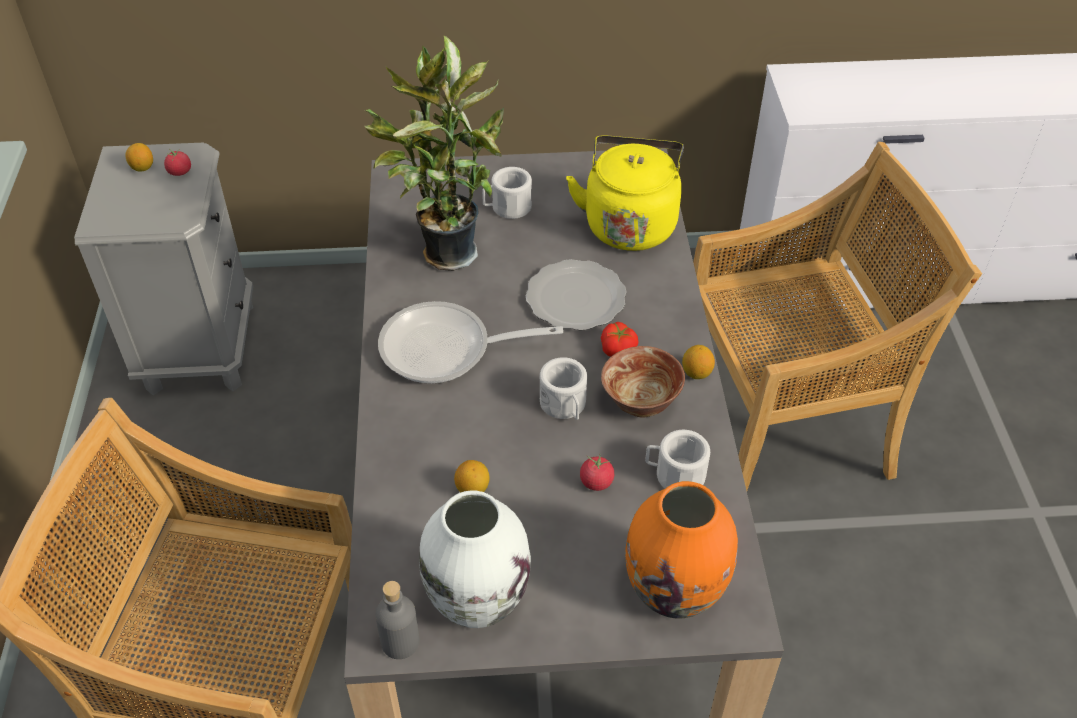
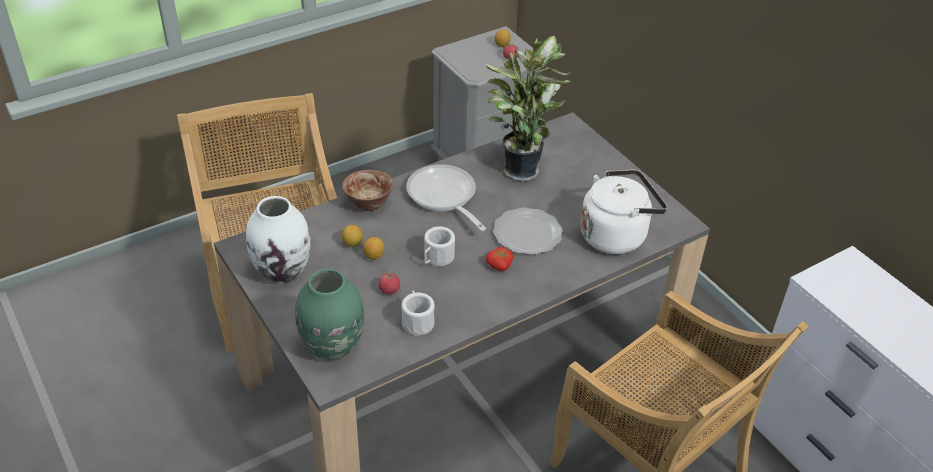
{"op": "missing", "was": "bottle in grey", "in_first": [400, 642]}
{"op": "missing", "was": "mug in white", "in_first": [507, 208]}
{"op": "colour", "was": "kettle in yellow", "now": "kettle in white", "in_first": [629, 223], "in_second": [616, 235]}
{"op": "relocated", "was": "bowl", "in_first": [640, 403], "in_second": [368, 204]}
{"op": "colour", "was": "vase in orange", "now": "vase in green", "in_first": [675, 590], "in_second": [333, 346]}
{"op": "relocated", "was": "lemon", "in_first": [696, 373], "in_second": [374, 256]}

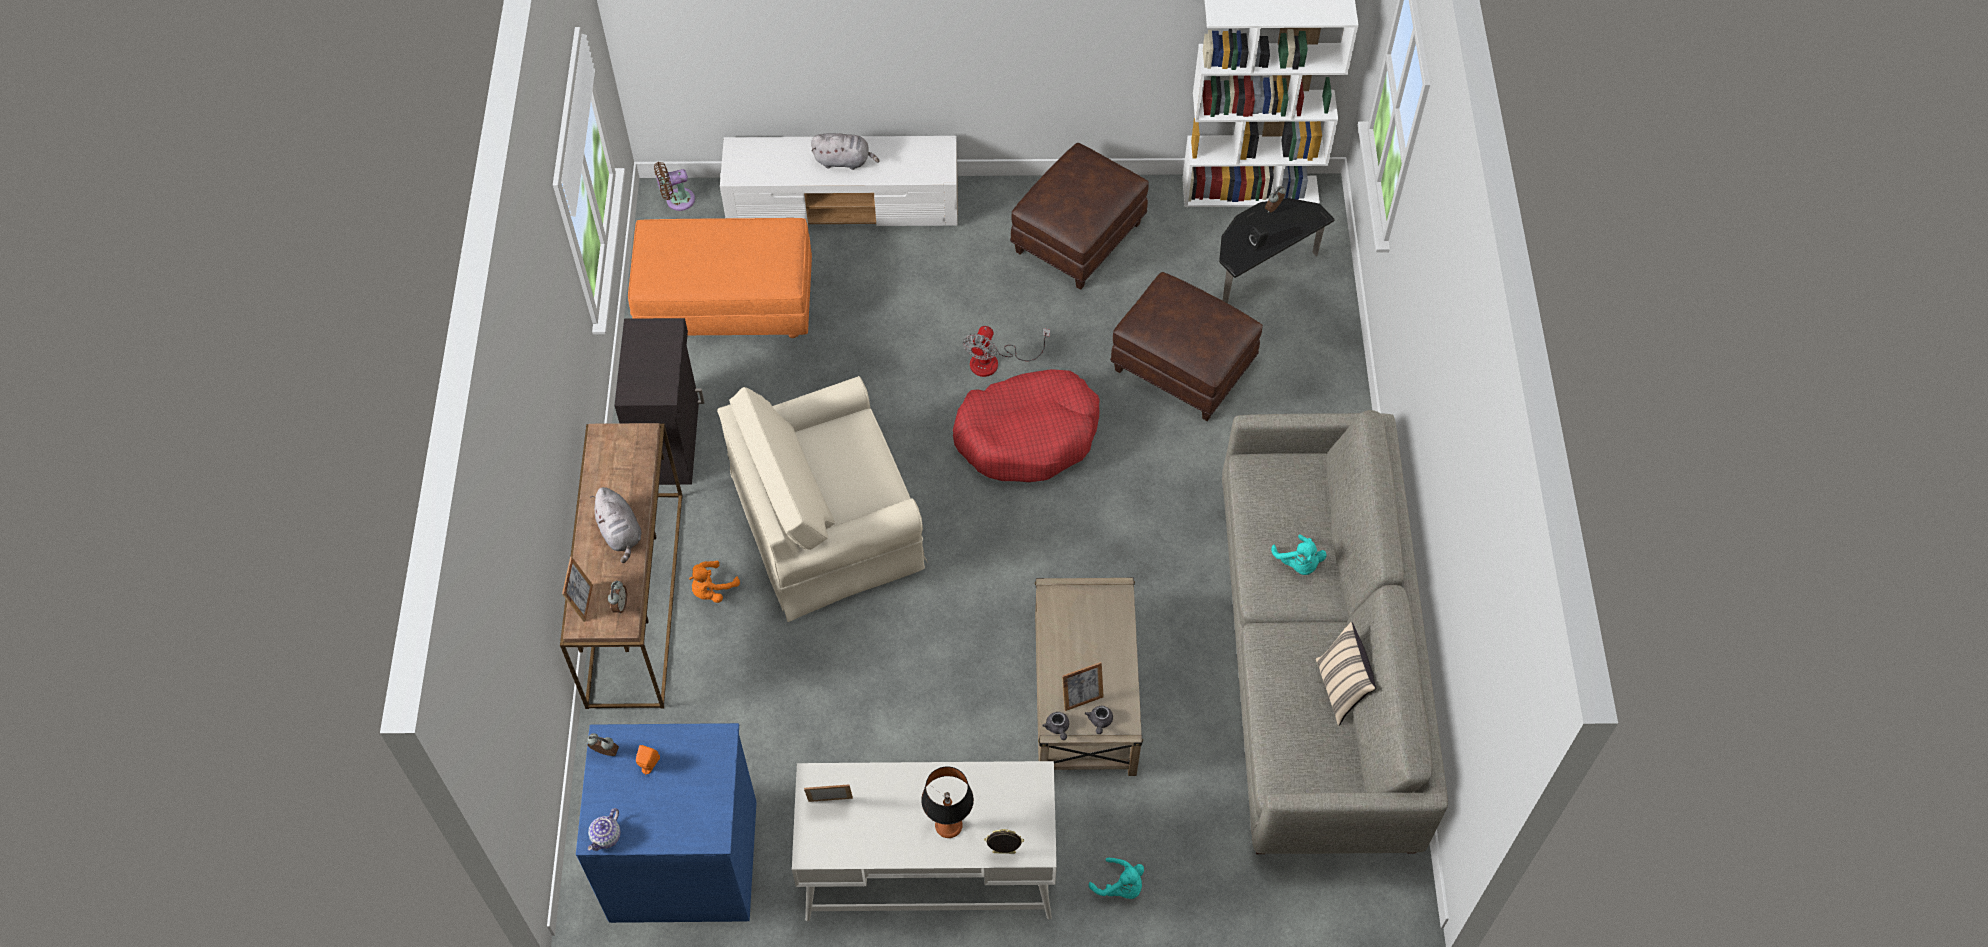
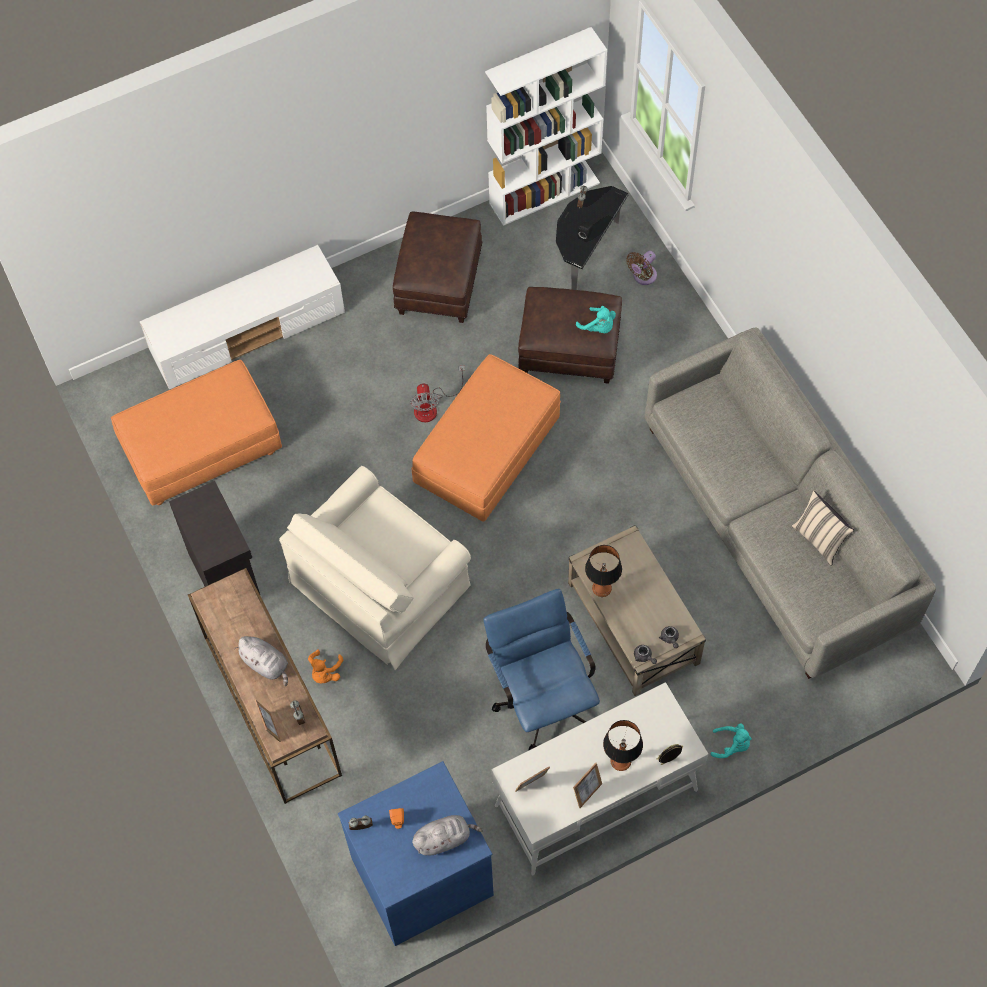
{"op": "missing", "was": "teapot", "in_first": [606, 836]}
{"op": "relocated", "was": "fan in brown", "in_first": [677, 200], "in_second": [643, 277]}
{"op": "relocated", "was": "plush toy in grey", "in_first": [844, 161], "in_second": [444, 839]}
{"op": "exchanged", "was": "dog bed in red", "now": "ottoman in orange", "in_first": [1028, 435], "in_second": [487, 451]}
{"op": "relocated", "was": "picture frame", "in_first": [1081, 699], "in_second": [587, 792]}
{"op": "relocated", "was": "plush toy in turquoise", "in_first": [1298, 564], "in_second": [598, 327]}
{"op": "appeared", "now": "office chair in blue", "in_second": [541, 696]}
{"op": "appeared", "now": "table lamp", "in_second": [601, 588]}

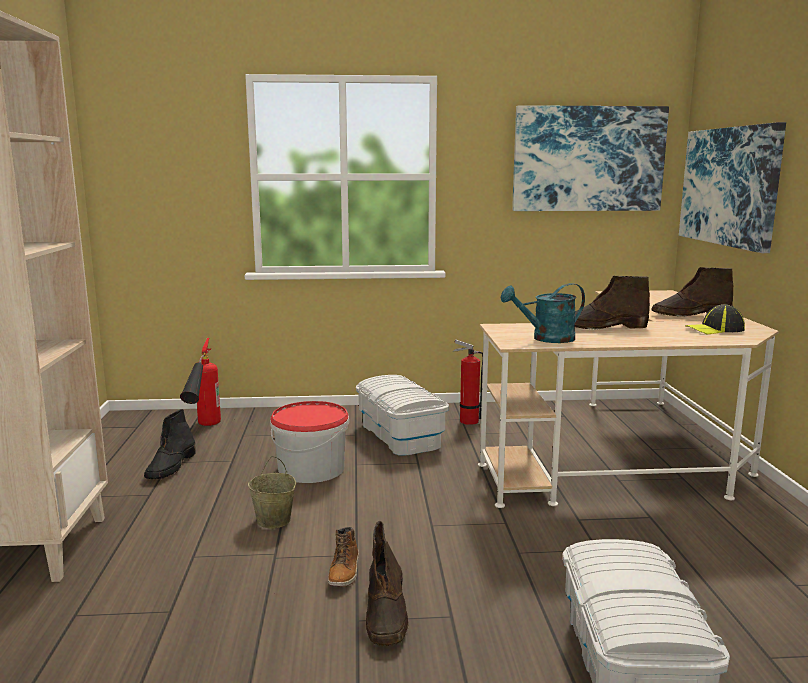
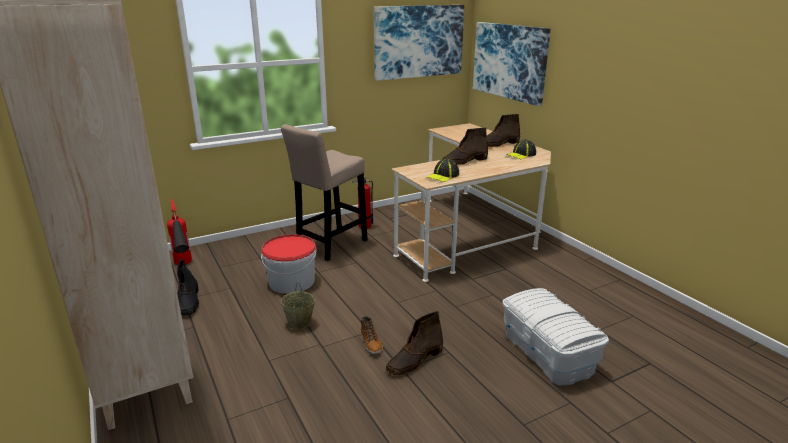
{"op": "exchanged", "was": "storage box in white", "now": "stool in beige", "in_first": [399, 435], "in_second": [329, 245]}
{"op": "spun", "was": "boot in brown", "in_first": [386, 613], "in_second": [414, 361], "clockwise": 75}
{"op": "exchanged", "was": "watering can in turquoise", "now": "cap", "in_first": [546, 339], "in_second": [443, 176]}

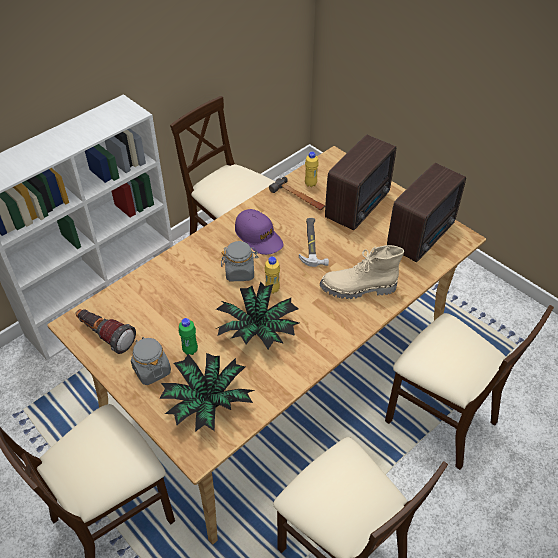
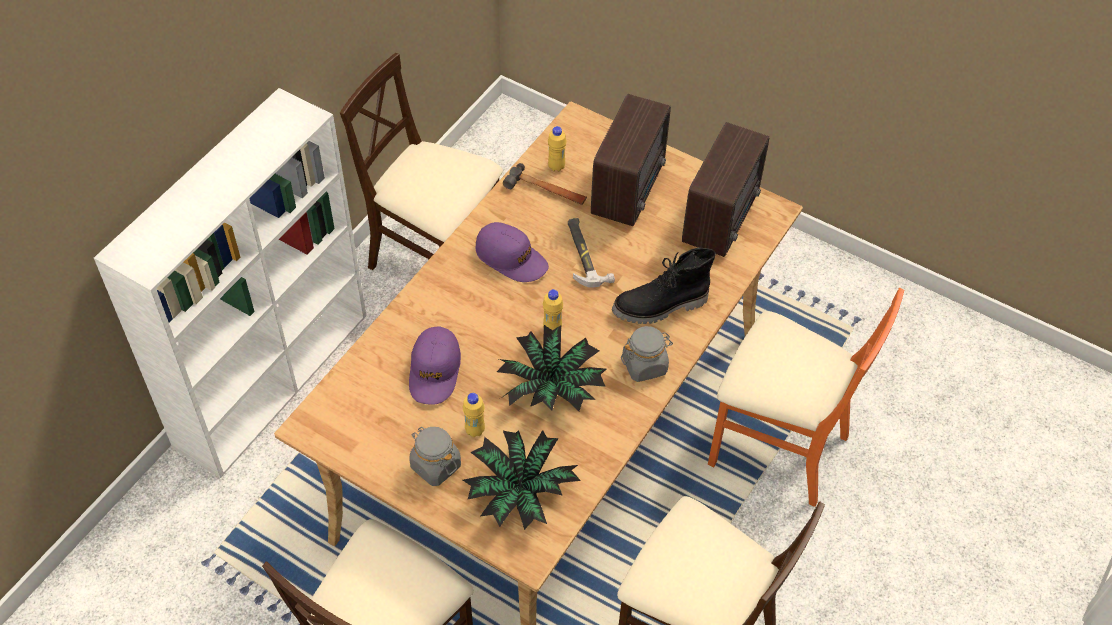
{"op": "missing", "was": "flashlight", "in_first": [105, 336]}
{"op": "colour", "was": "bottle in green", "now": "bottle in yellow", "in_first": [190, 350], "in_second": [475, 430]}
{"op": "relocated", "was": "jar in grey", "in_first": [240, 272], "in_second": [645, 365]}
{"op": "colour", "was": "boot in beige", "now": "boot in black", "in_first": [358, 289], "in_second": [660, 307]}
{"op": "colour", "was": "chair in beige", "now": "chair in orange", "in_first": [440, 418], "in_second": [777, 446]}
{"op": "appeared", "now": "cap in purple", "in_second": [435, 371]}

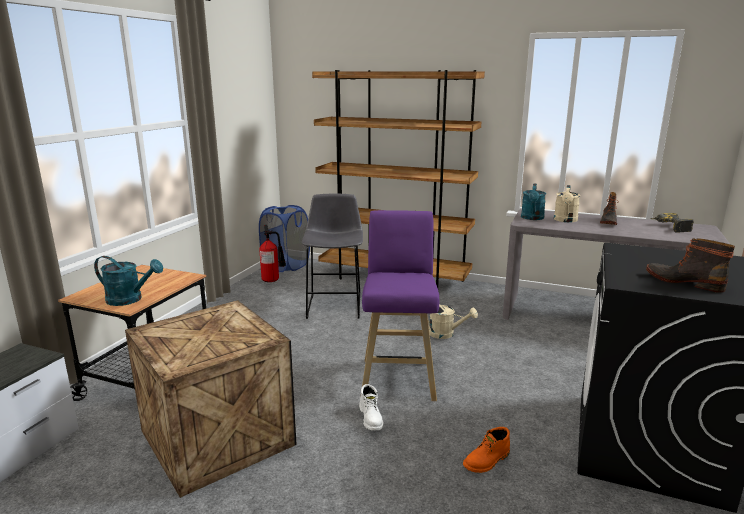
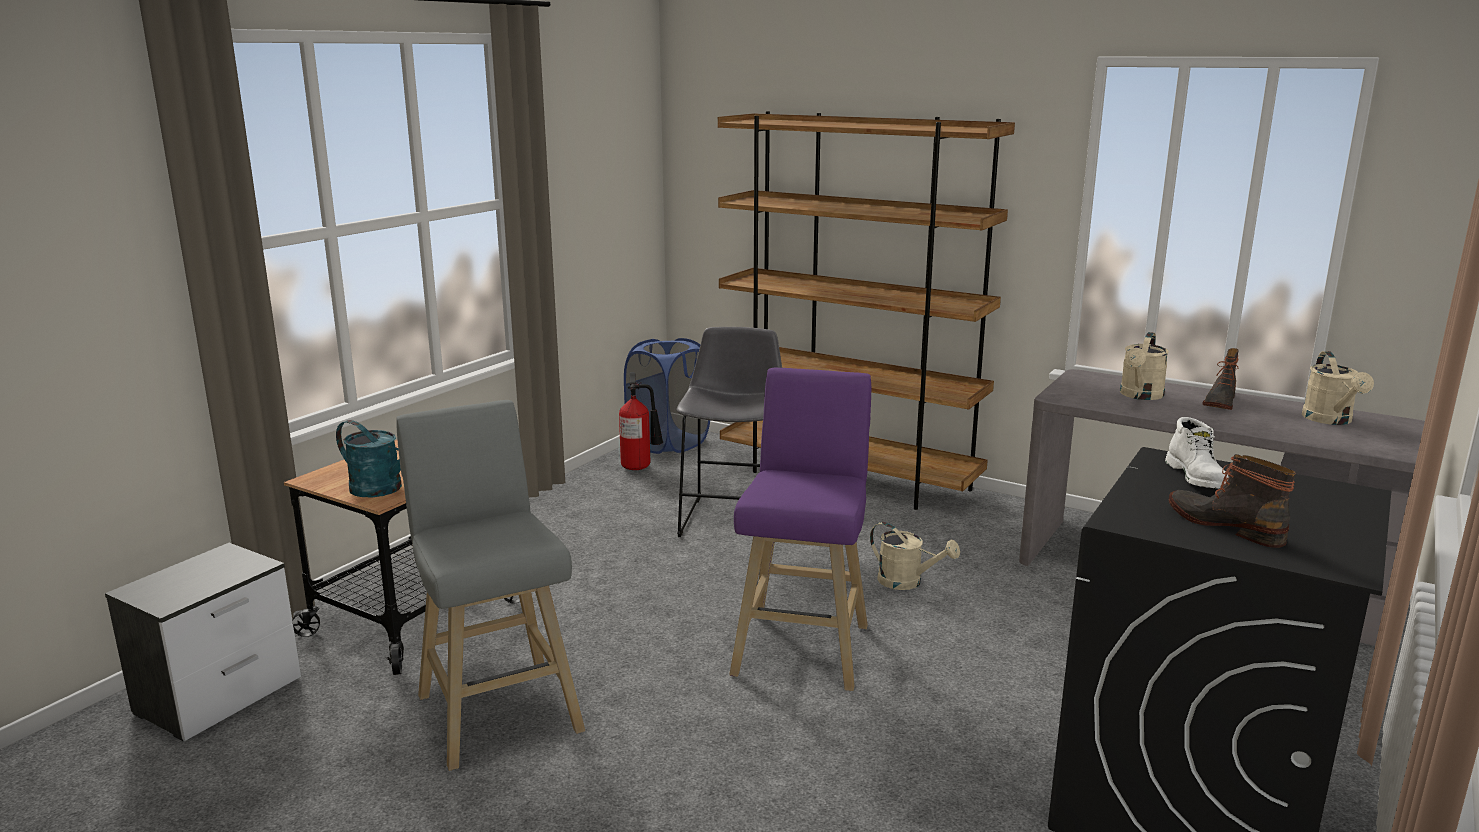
{"op": "exchanged", "was": "crate", "now": "stool in grey", "in_first": [218, 436], "in_second": [498, 709]}
{"op": "relocated", "was": "boot in white", "in_first": [371, 418], "in_second": [1197, 478]}
{"op": "missing", "was": "boot in orange", "in_first": [487, 461]}
{"op": "missing", "was": "watering can in turquoise", "in_first": [532, 218]}
{"op": "exchanged", "was": "power drill", "now": "watering can in beige", "in_first": [669, 227], "in_second": [1331, 420]}

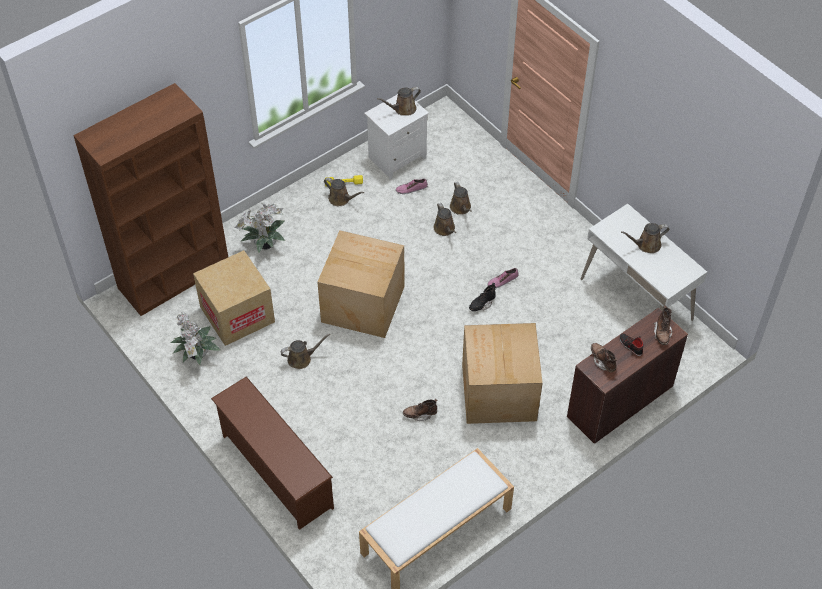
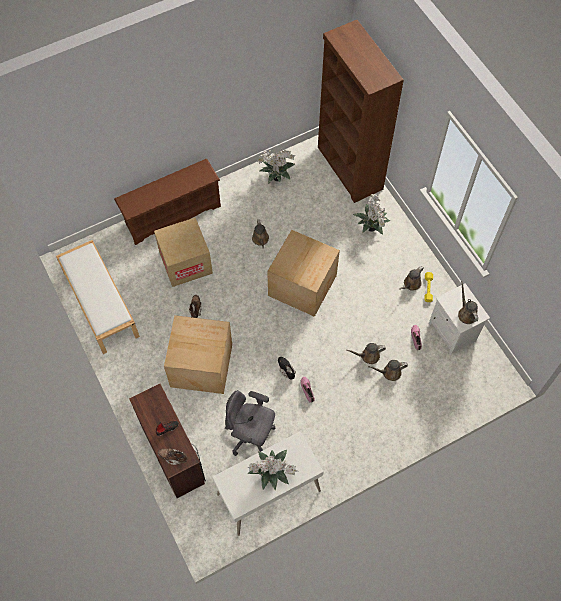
{"op": "relocated", "was": "cardboard box", "in_first": [237, 314], "in_second": [185, 263]}
{"op": "missing", "was": "boot in brown", "in_first": [602, 361]}
{"op": "exchanged", "was": "watering can in brown", "now": "potted plant", "in_first": [646, 245], "in_second": [273, 474]}
{"op": "appeared", "now": "office chair in grey", "in_second": [250, 435]}

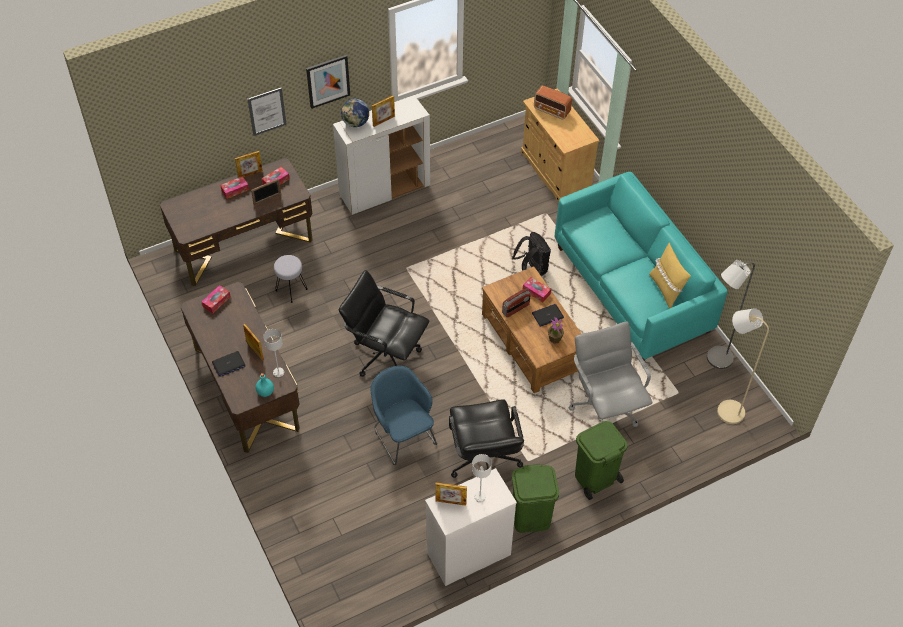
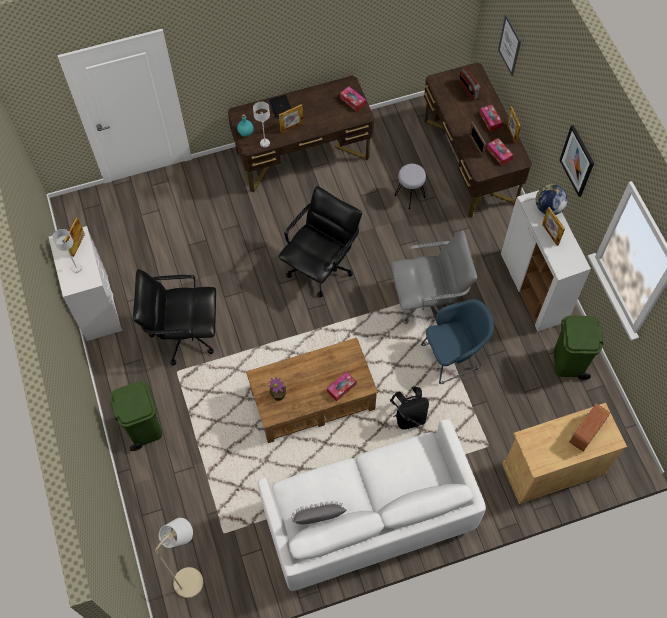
{"op": "relocated", "was": "picture", "in_first": [267, 111], "in_second": [509, 45]}
{"op": "relocated", "was": "armchair in blue", "in_first": [403, 435], "in_second": [453, 356]}
{"op": "relocated", "was": "radio", "in_first": [516, 309], "in_second": [468, 90]}
{"op": "relocated", "was": "trash can in green", "in_first": [531, 517], "in_second": [569, 362]}
{"op": "missing", "was": "laptop", "in_first": [547, 315]}
{"op": "colour", "was": "sofa in turquoise", "now": "sofa in white", "in_first": [632, 289], "in_second": [368, 517]}
{"op": "relocated", "was": "office chair in grey", "in_first": [605, 407], "in_second": [428, 301]}
{"op": "colour", "was": "pillow in yellow", "now": "pillow in grey", "in_first": [666, 289], "in_second": [318, 520]}
{"op": "missing", "was": "floor lamp in grey", "in_first": [715, 359]}

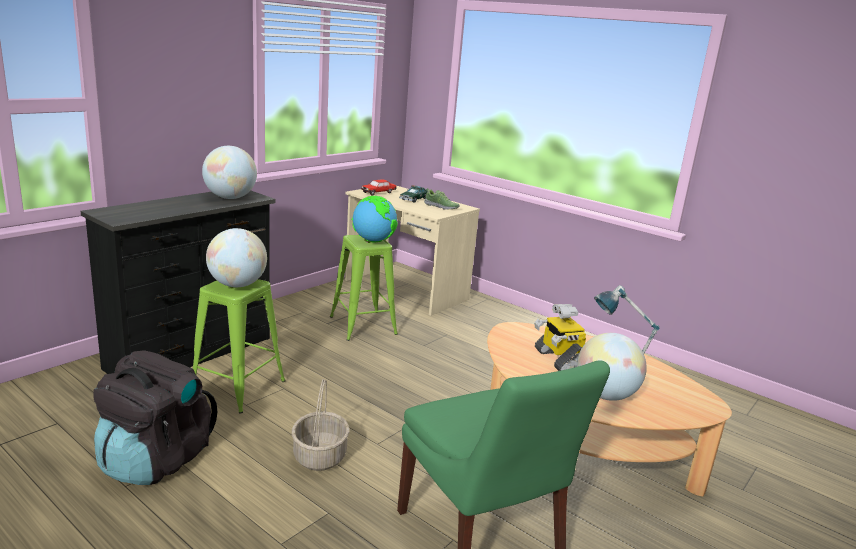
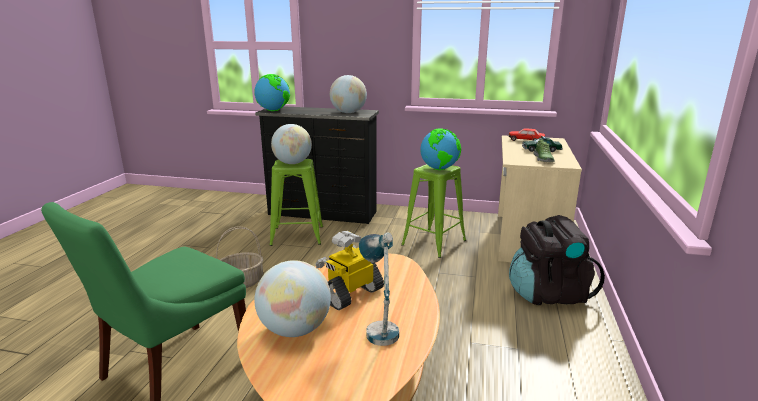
{"op": "relocated", "was": "backpack in black", "in_first": [155, 460], "in_second": [548, 294]}
{"op": "appeared", "now": "globe", "in_second": [273, 110]}

